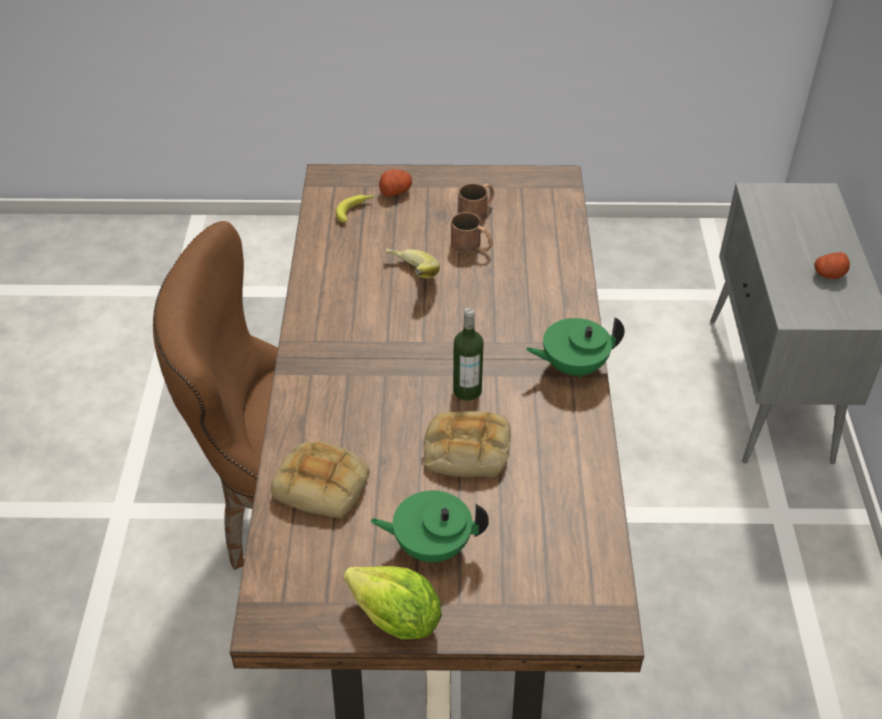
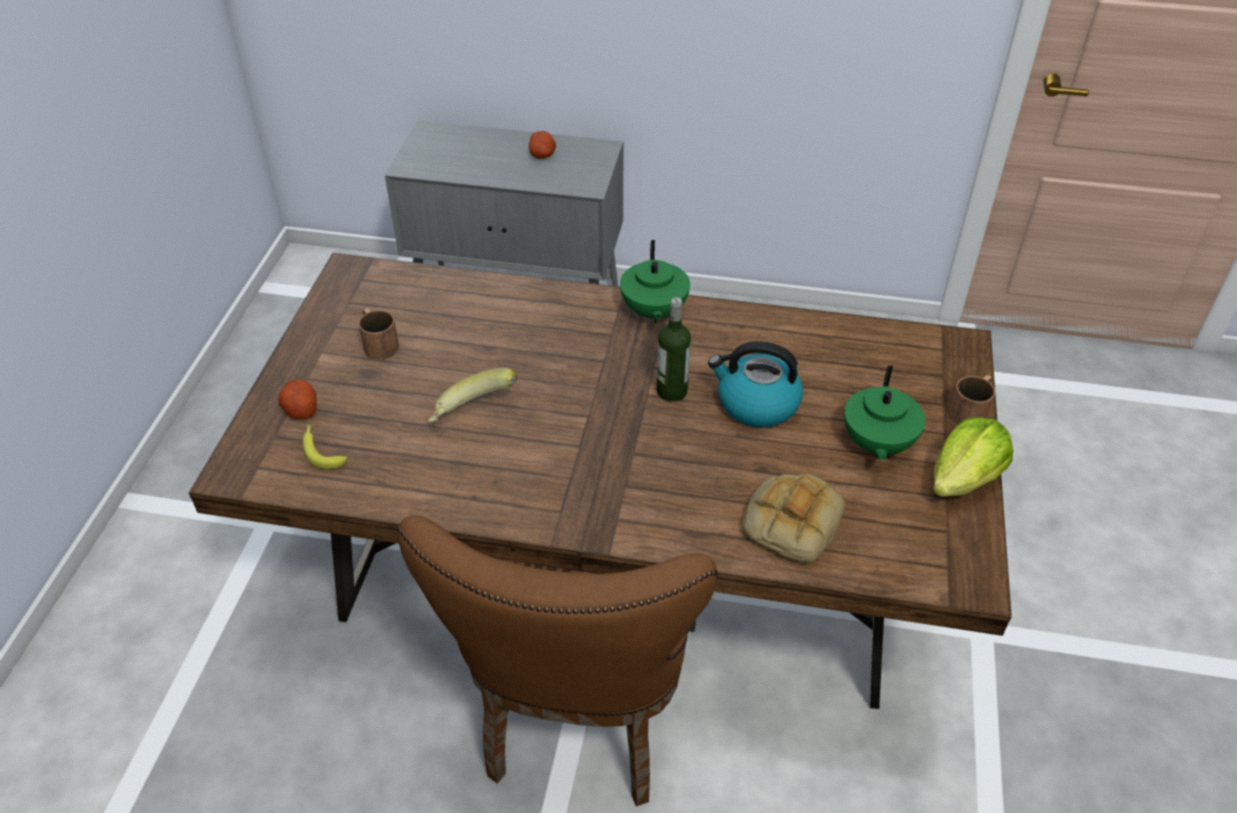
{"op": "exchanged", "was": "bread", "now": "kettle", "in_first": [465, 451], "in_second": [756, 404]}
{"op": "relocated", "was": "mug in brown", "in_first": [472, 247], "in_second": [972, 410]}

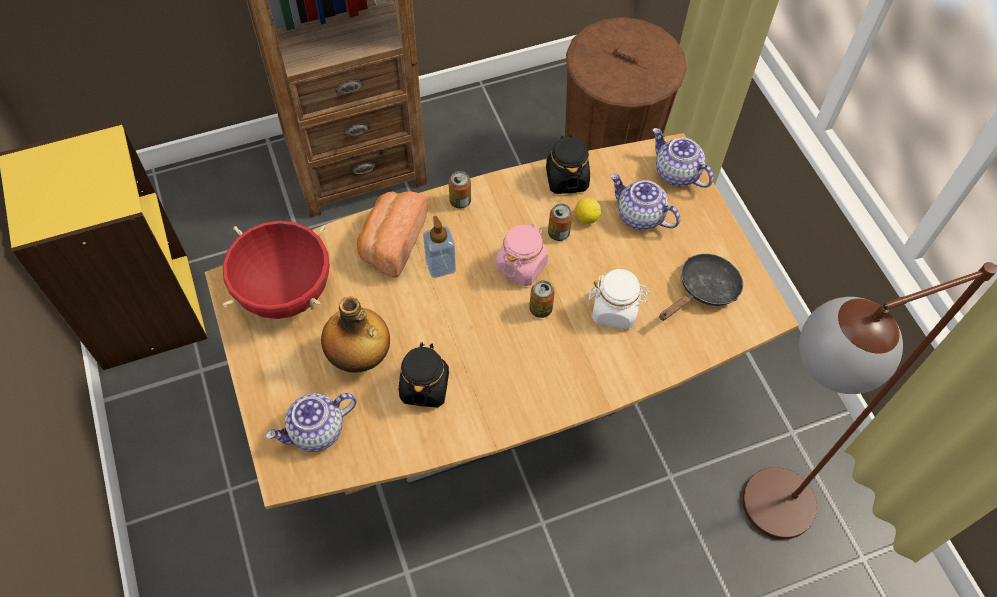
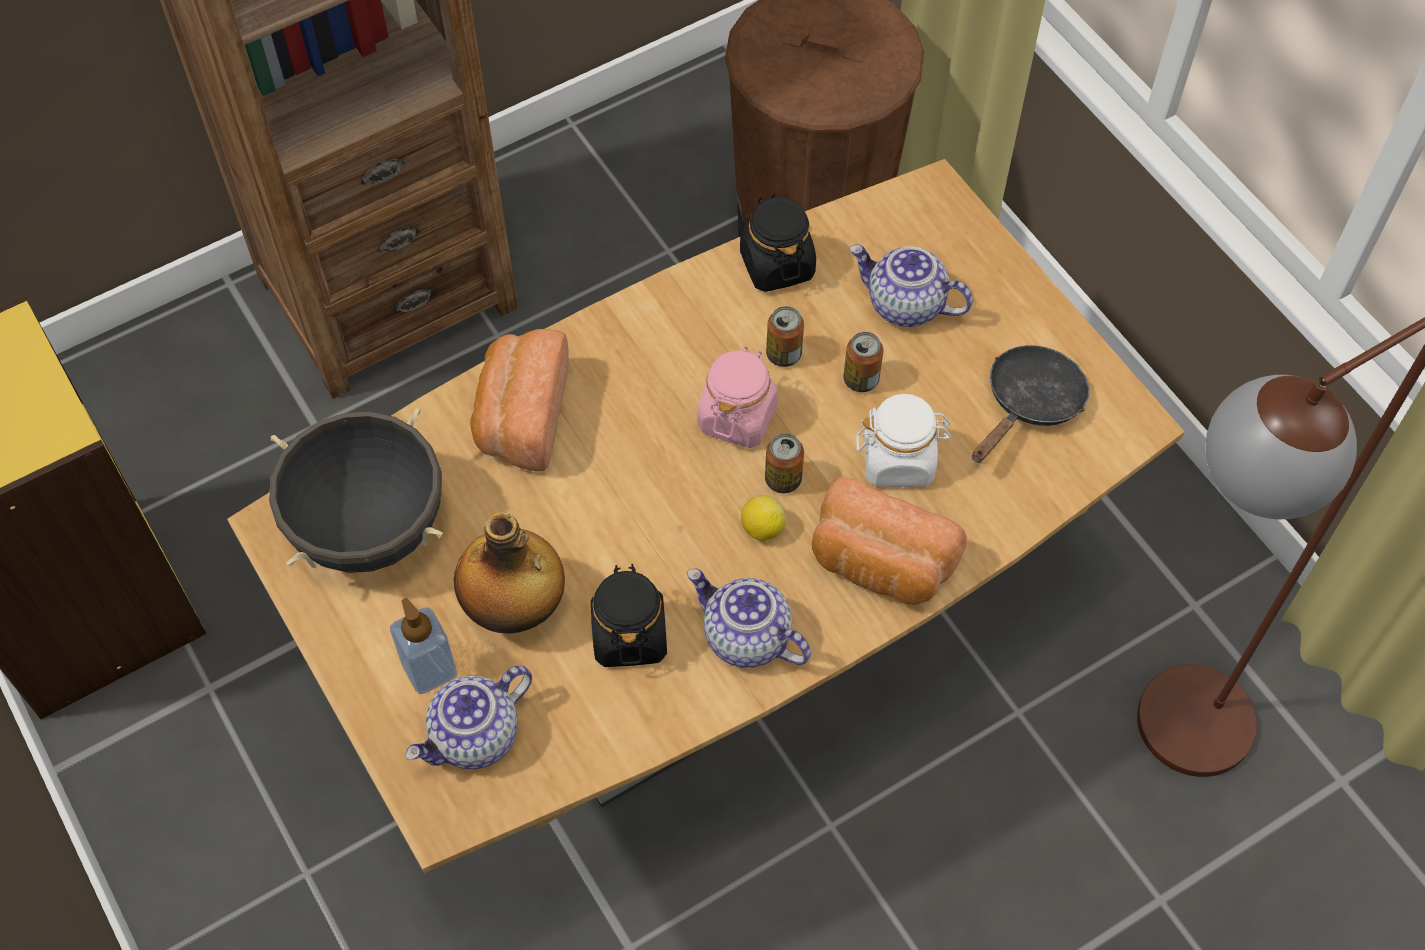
{"op": "colour", "was": "cooking pot in red", "now": "cooking pot in black", "in_first": [285, 293], "in_second": [369, 528]}
{"op": "relocated", "was": "soap dispenser", "in_first": [440, 266], "in_second": [429, 669]}
{"op": "relocated", "was": "can", "in_first": [460, 201], "in_second": [861, 379]}
{"op": "relocated", "was": "lemon", "in_first": [586, 218], "in_second": [762, 528]}
{"op": "relocated", "was": "teapot", "in_first": [676, 173], "in_second": [745, 637]}
{"op": "appeared", "now": "bread", "in_second": [879, 564]}

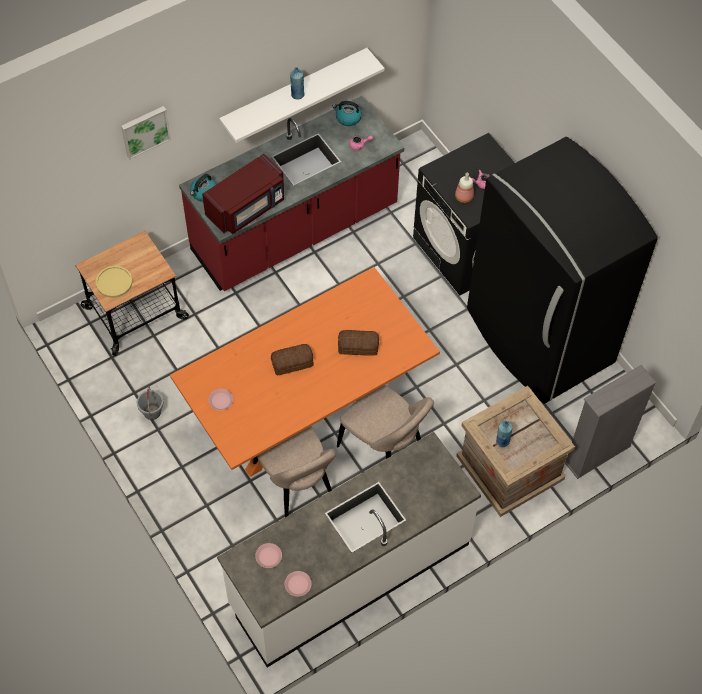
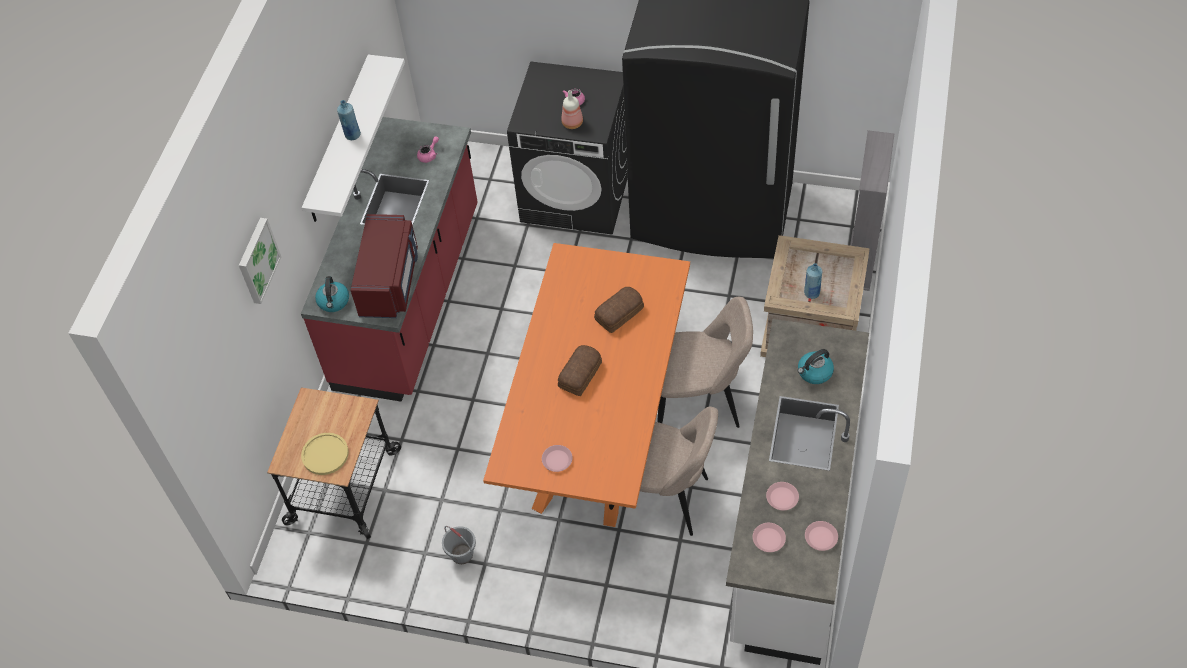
{"op": "relocated", "was": "kettle", "in_first": [348, 118], "in_second": [814, 373]}
{"op": "appeared", "now": "plate in pink", "in_second": [782, 497]}

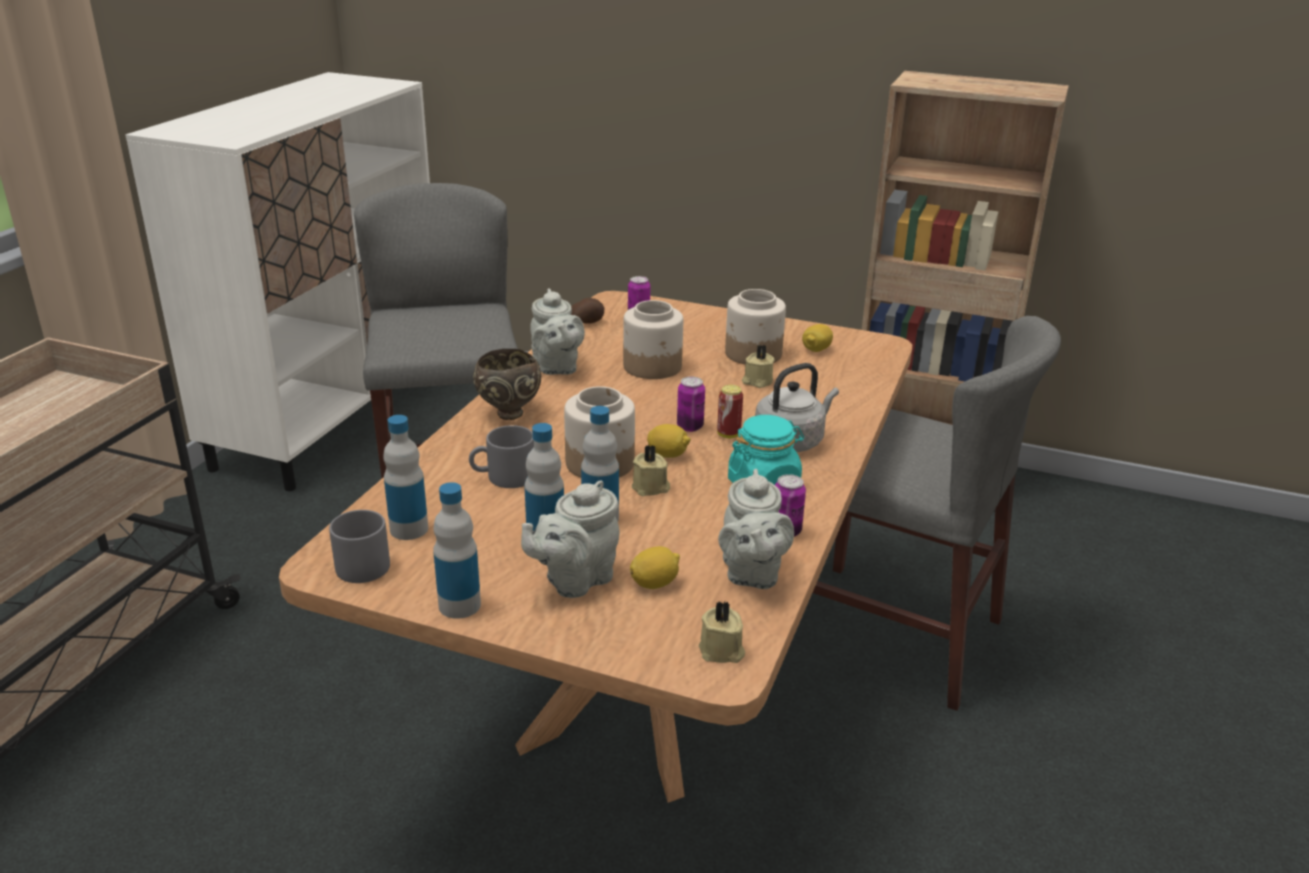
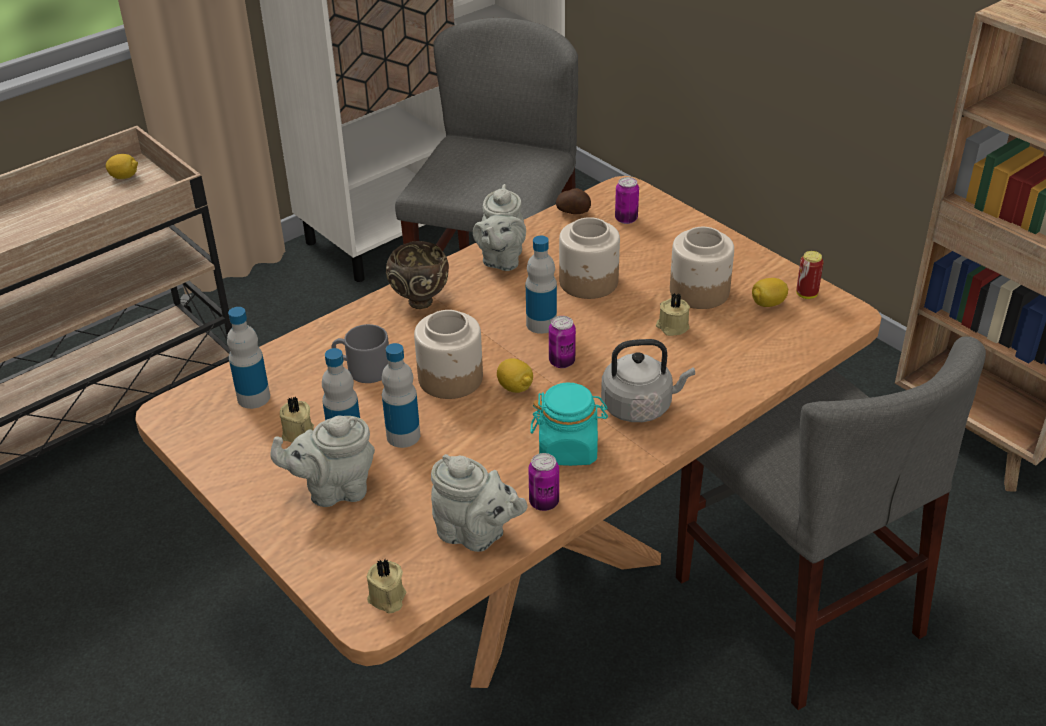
{"op": "missing", "was": "mug in grey", "in_first": [359, 562]}
{"op": "relocated", "was": "bottle", "in_first": [459, 605], "in_second": [541, 324]}
{"op": "relocated", "was": "lemon", "in_first": [655, 583], "in_second": [124, 177]}
{"op": "relocated", "was": "candle in beige", "in_first": [651, 488], "in_second": [299, 434]}
{"op": "relocated", "was": "can", "in_first": [728, 434], "in_second": [806, 294]}
{"op": "spun", "was": "teapot in grey", "in_first": [751, 574], "in_second": [476, 534], "clockwise": -90}

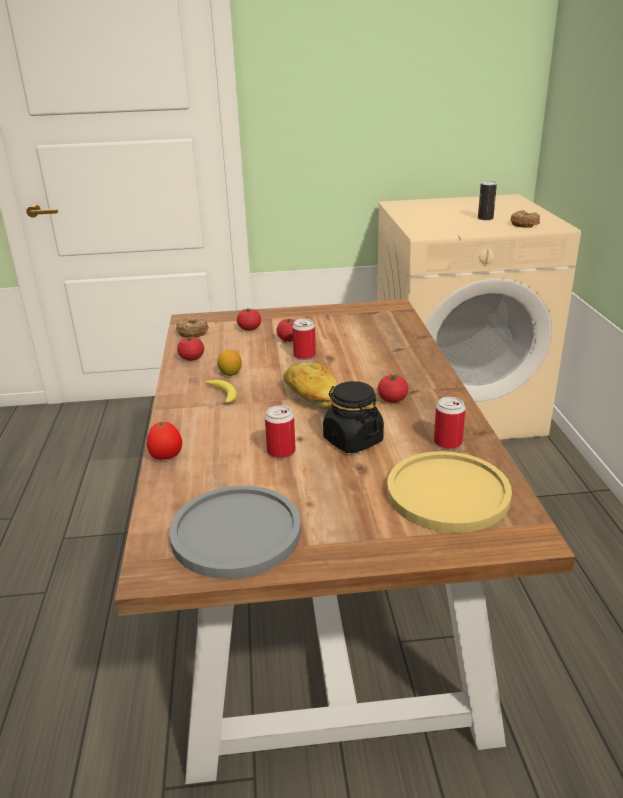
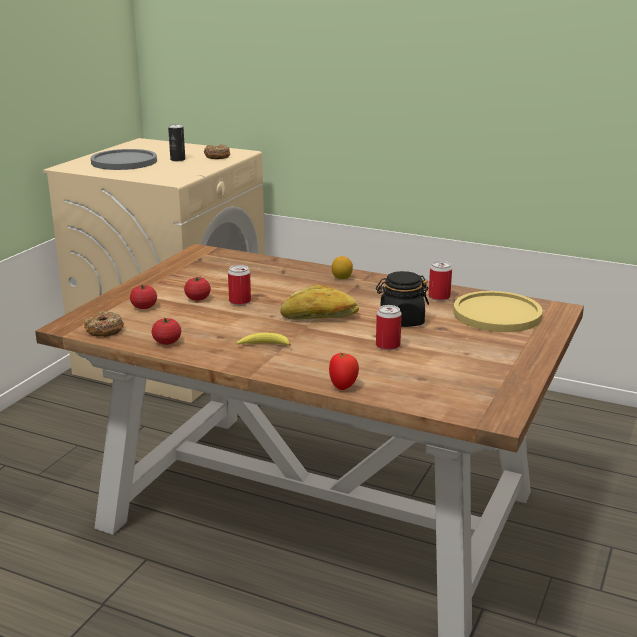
{"op": "relocated", "was": "plate in grey", "in_first": [236, 533], "in_second": [124, 161]}
{"op": "relocated", "was": "lemon", "in_first": [230, 374], "in_second": [342, 278]}
{"op": "missing", "was": "tomato", "in_first": [392, 400]}

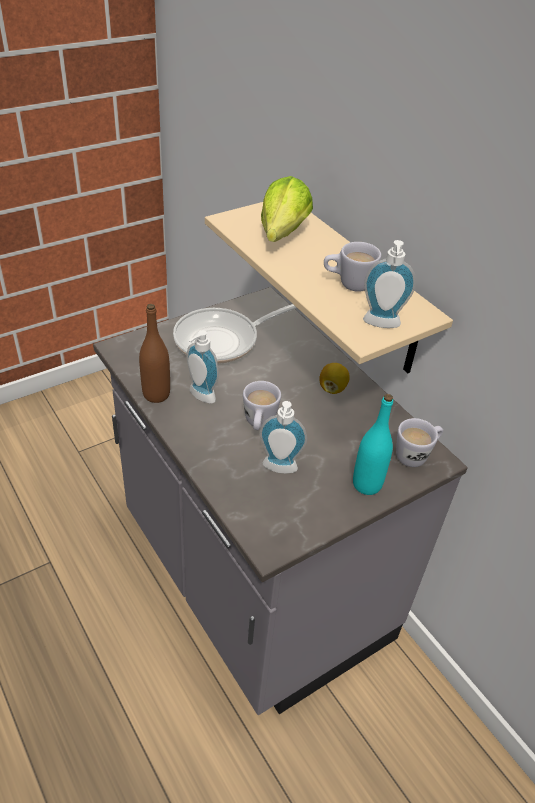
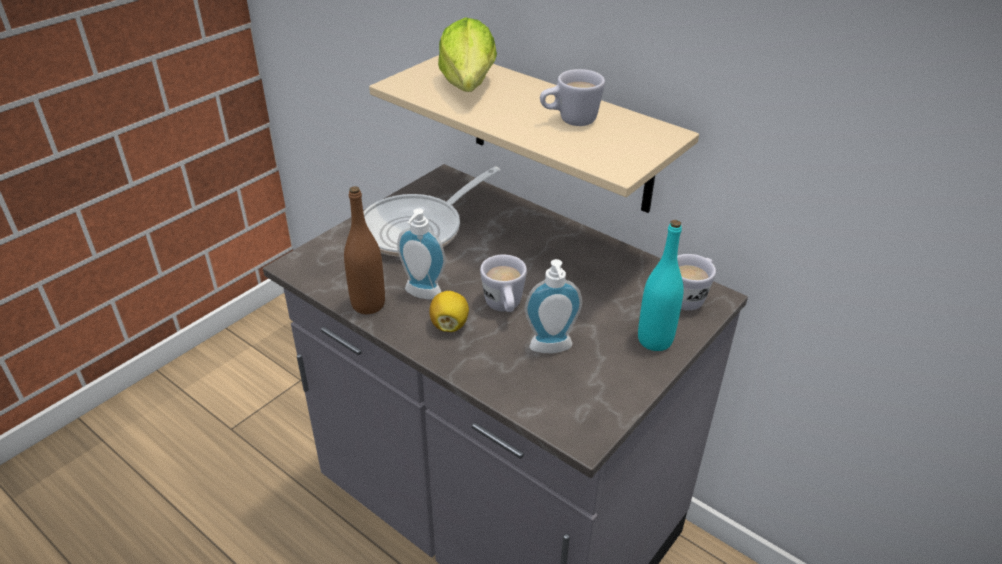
{"op": "relocated", "was": "lemon", "in_first": [332, 388], "in_second": [449, 325]}
{"op": "missing", "was": "soap dispenser", "in_first": [381, 325]}

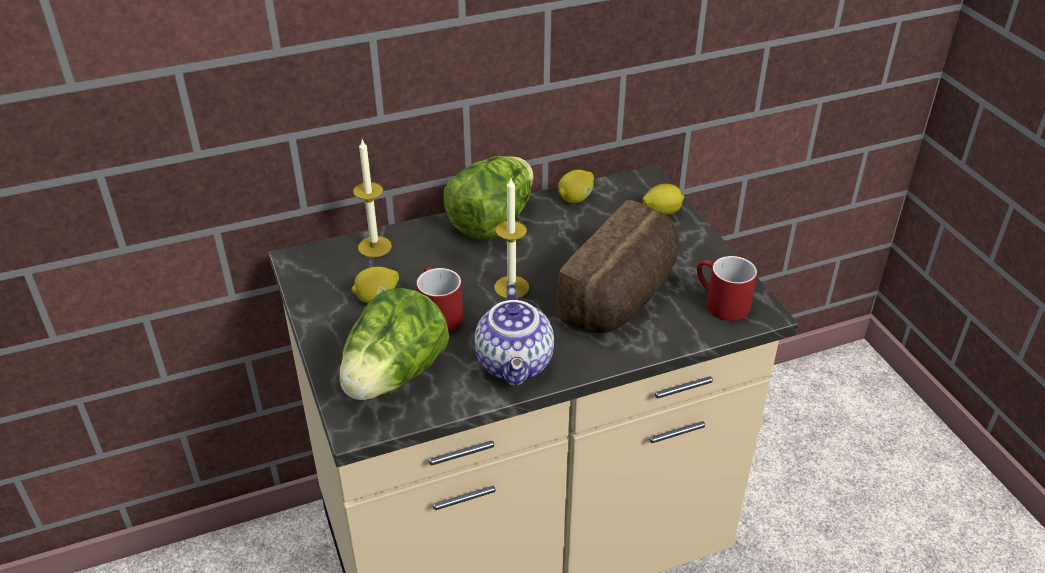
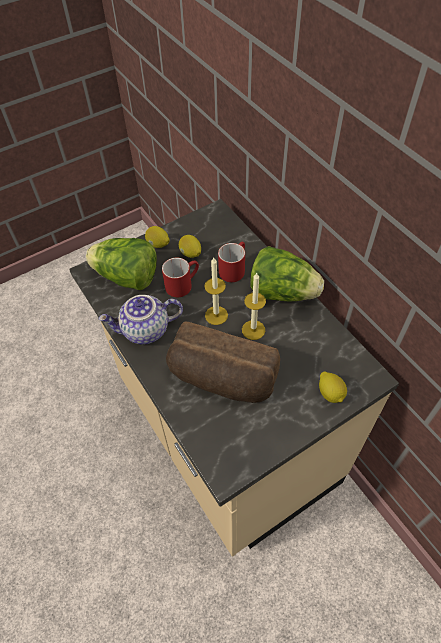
{"op": "relocated", "was": "candle", "in_first": [374, 247], "in_second": [253, 330]}
{"op": "relocated", "was": "lemon", "in_first": [576, 199], "in_second": [158, 244]}
{"op": "relocated", "was": "mug in red", "in_first": [719, 303], "in_second": [233, 268]}

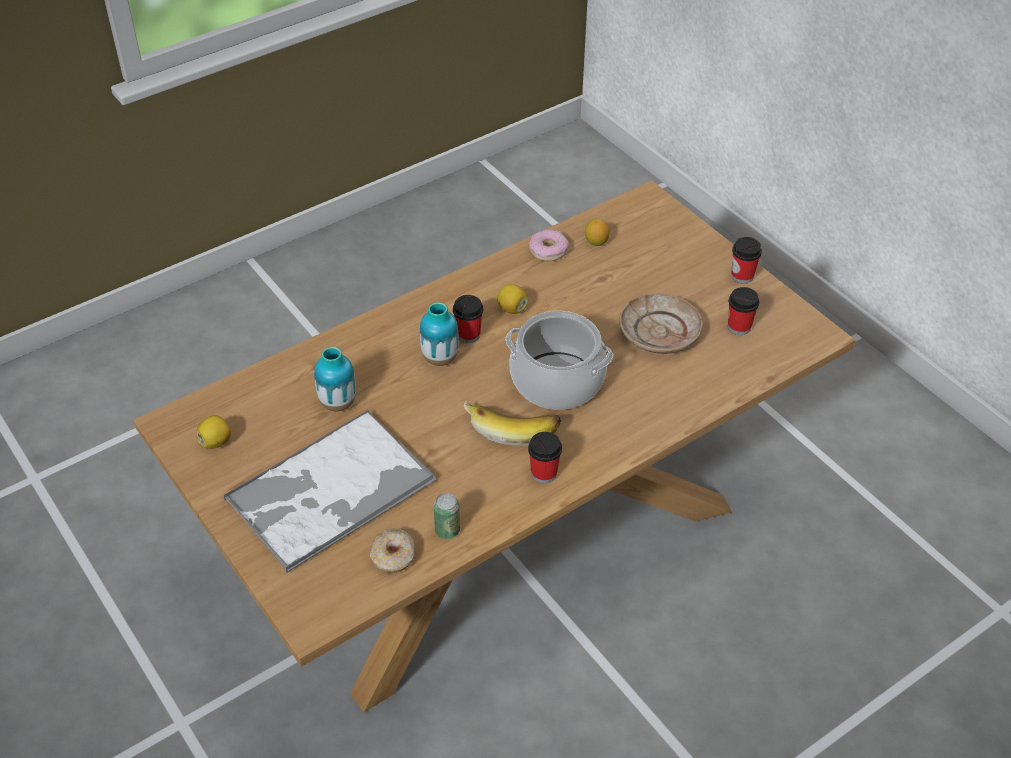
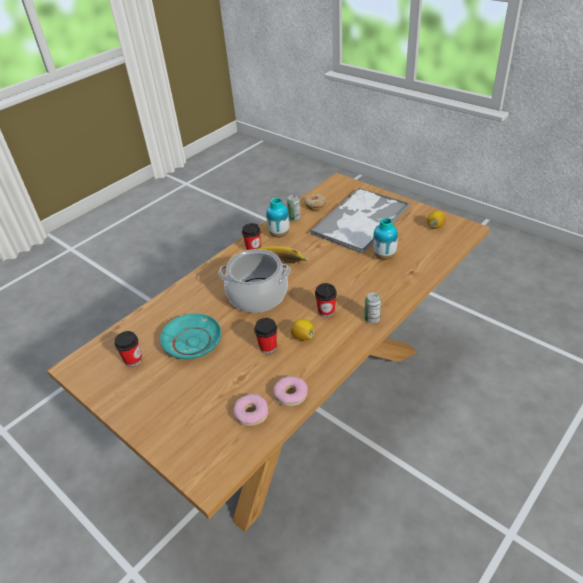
{"op": "relocated", "was": "vase", "in_first": [440, 358], "in_second": [279, 234]}
{"op": "exchanged", "was": "lemon", "now": "donut", "in_first": [596, 242], "in_second": [251, 413]}
{"op": "colour", "was": "plate in beige", "now": "plate in turquoise", "in_first": [659, 333], "in_second": [192, 342]}
{"op": "relocated", "was": "cup", "in_first": [742, 276], "in_second": [268, 347]}
{"op": "appeared", "now": "can", "in_second": [372, 319]}

